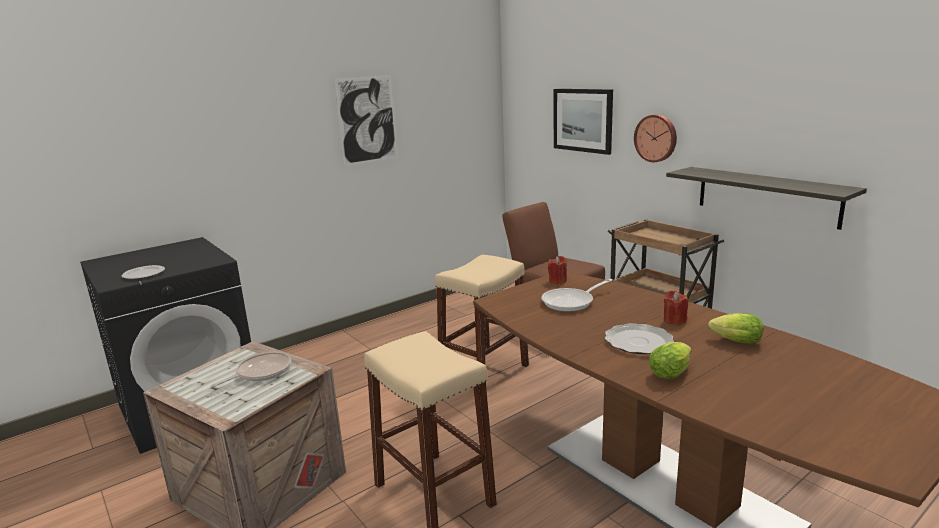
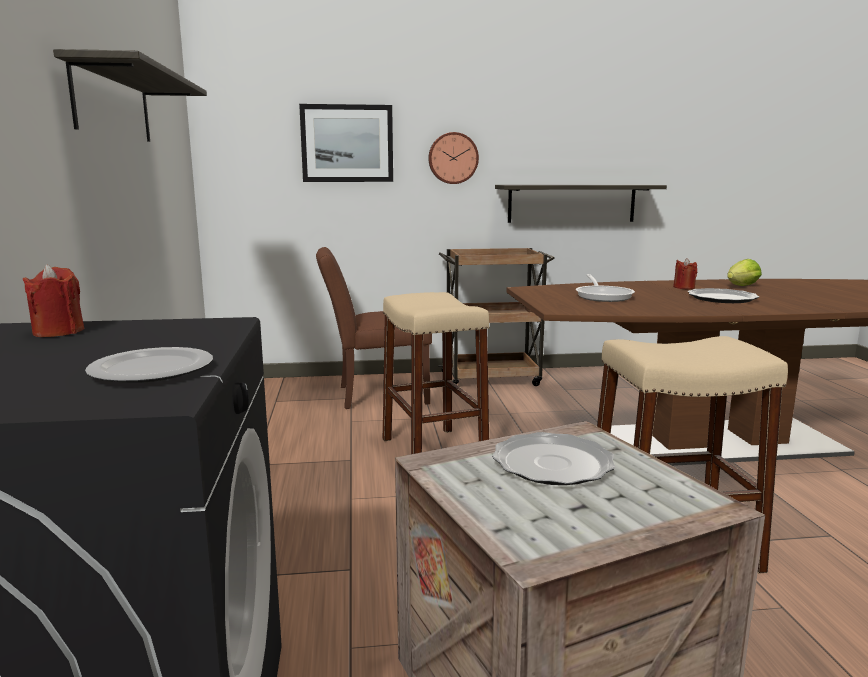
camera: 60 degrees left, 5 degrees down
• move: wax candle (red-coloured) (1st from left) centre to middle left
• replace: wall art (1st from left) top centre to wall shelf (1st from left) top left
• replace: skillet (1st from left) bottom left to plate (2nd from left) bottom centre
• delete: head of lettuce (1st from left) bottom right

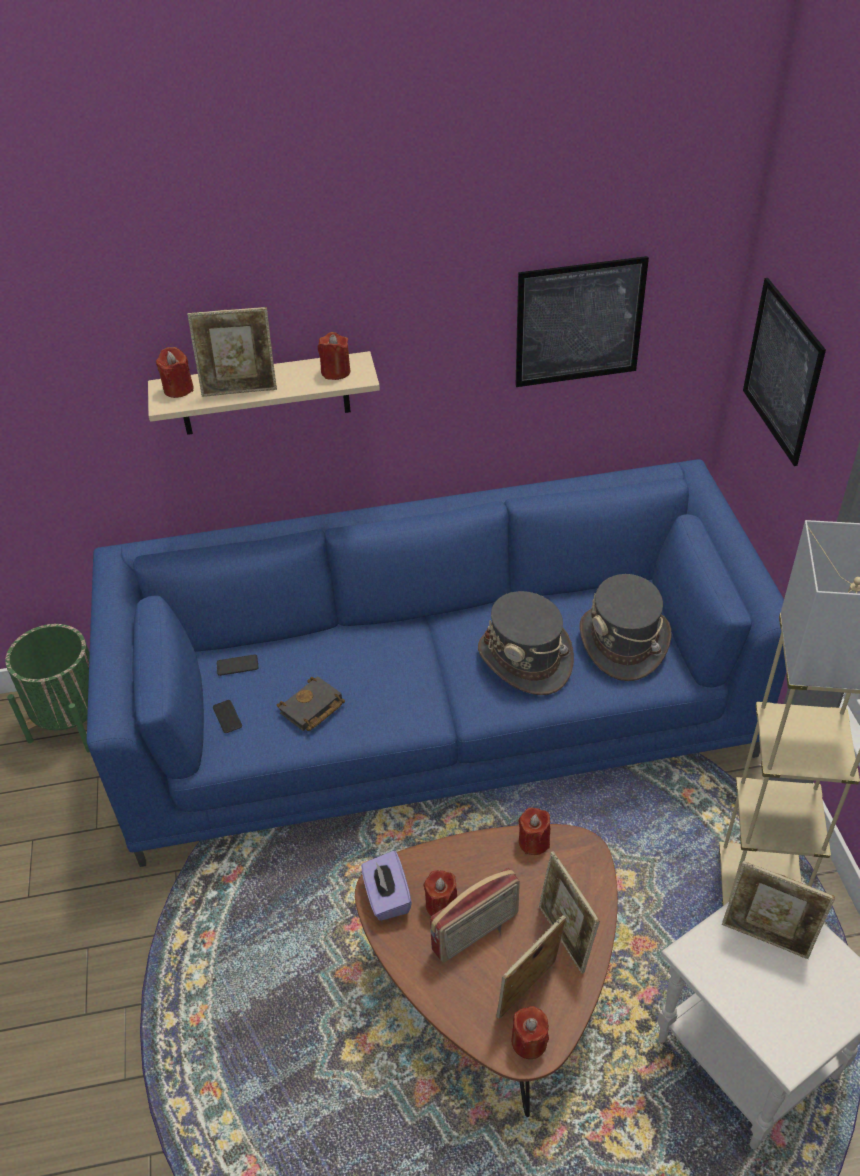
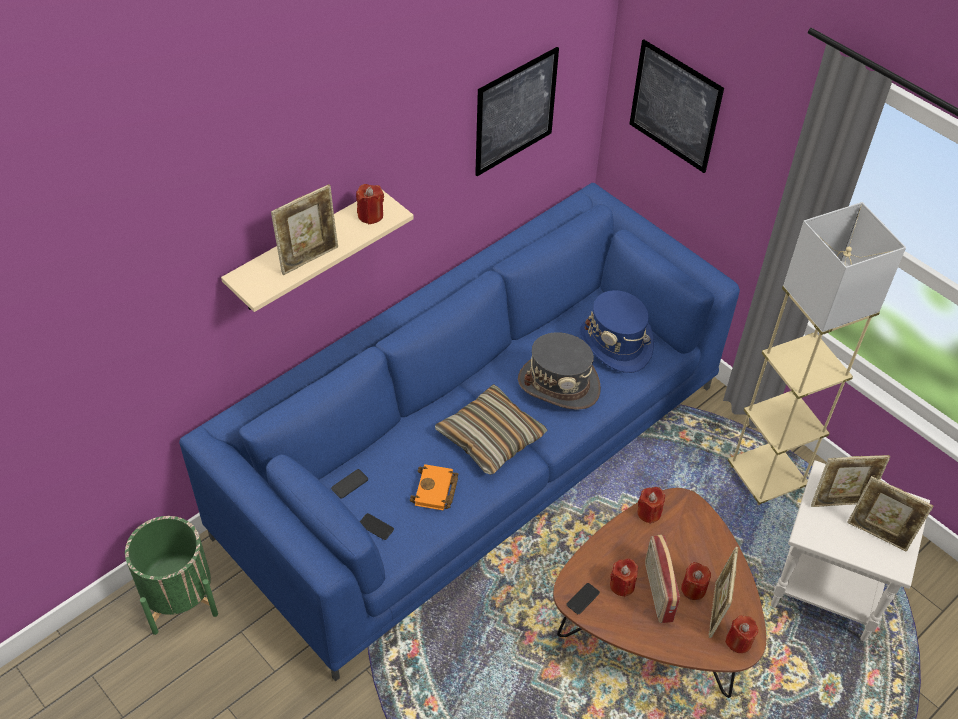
camera: 35 degrees left, 5 degrees up
• recolor: book (black-coloured) centre to book (orange) bottom centre
• insert: cushion centre
• replace: tissue holder (purple-coloured) bottom centre to phone (3rd from left) bottom centre
• recolor: wearable hat (gray) (2nd from left) middle right to wearable hat (blue-coloured) centre
• rotate: radio receiver bottom centre = bottom right 150 degrees clockwise
• move: wax candle (red-coloured) (1st from left in the first image) top left to wax candle (red-coloured) (4th from left) bottom right
• move: photo frame (3rd from left in the first image) bottom centre to photo frame (4th from left) bottom right

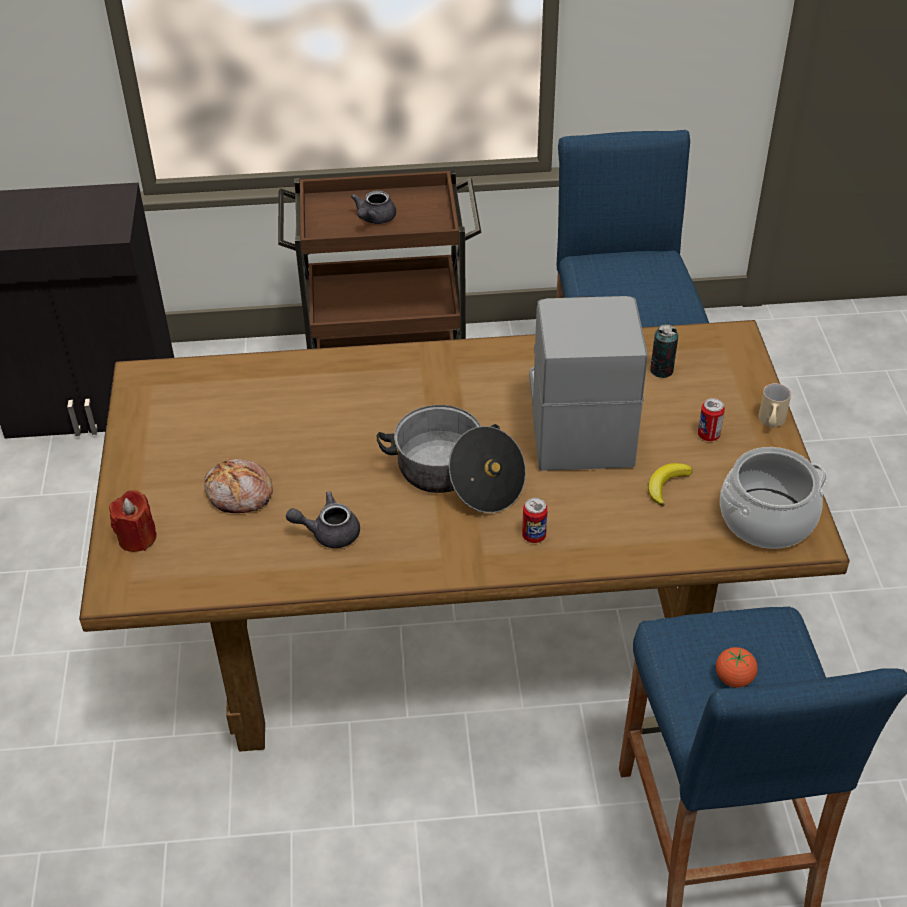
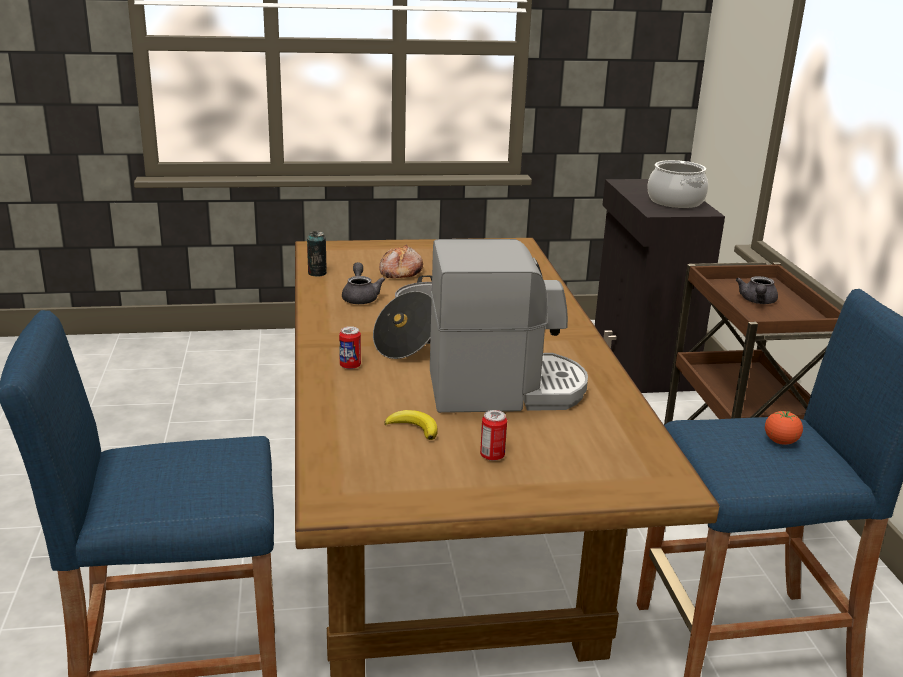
camera: 85 degrees right, 20 degrees down
• move: metal can (2nd from left in the first image) middle right to metal can (1st from left) centre
• move: cooking pot (2nd from left) middle right to top right
• rotate: tea pot (gray) (2nd from left) top centre = middle right 90 degrees counterclockwise
• move: whole tomato bottom right to middle right
• delete: wax candle (red-coloured) middle left
• delete: tea mug (beige) middle right

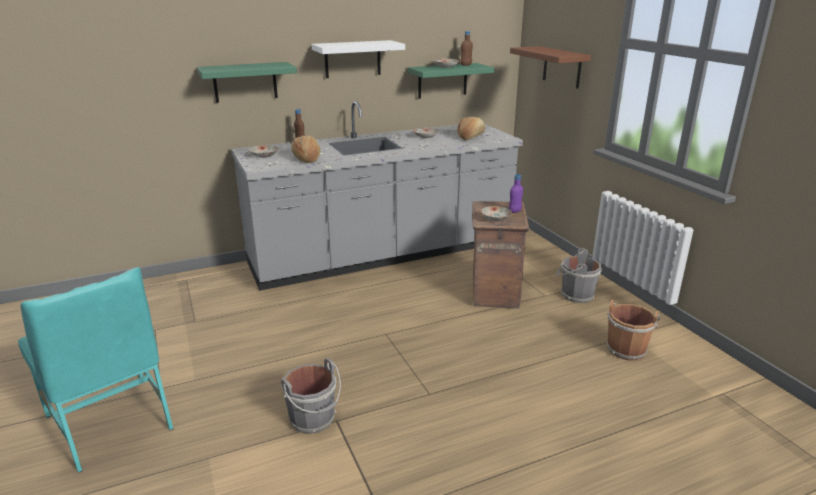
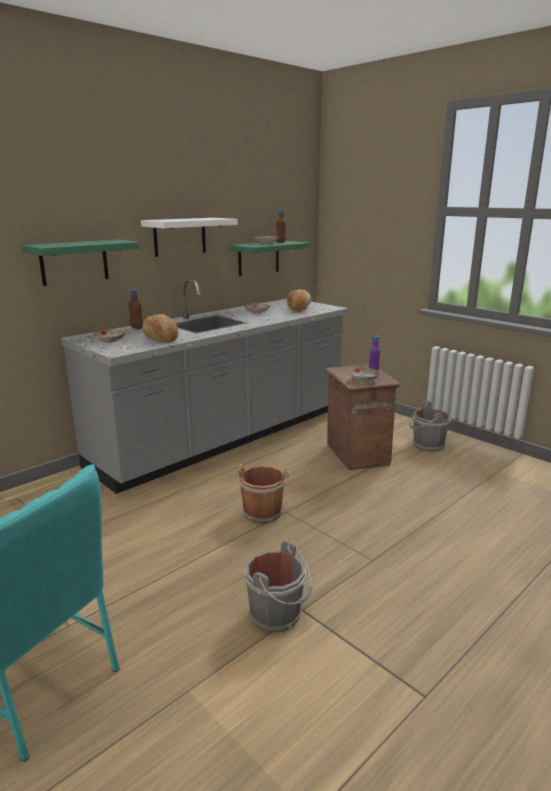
camera: 20 degrees left, 5 degrees down
• move: bucket (brown) bottom right to centre
• delete: wall shelf (brown) top right

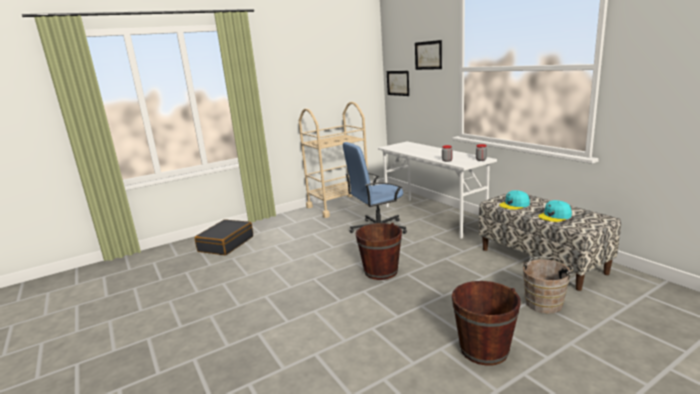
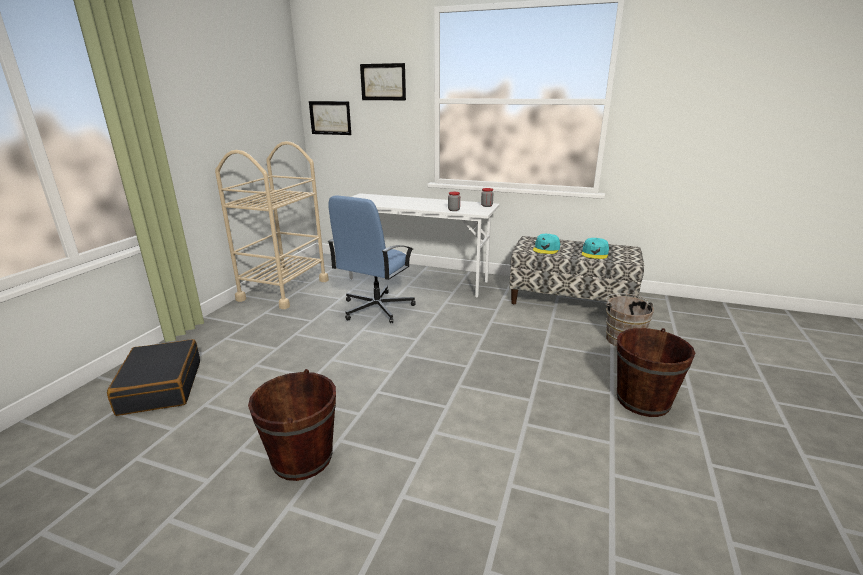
camera: 40 degrees left, 5 degrees up
• move: bucket (brown) (1st from left) centre to bottom centre

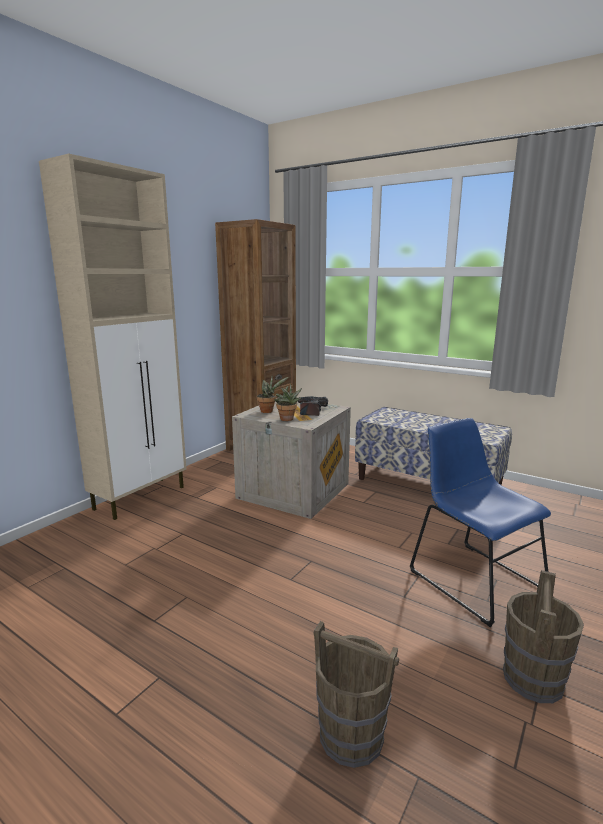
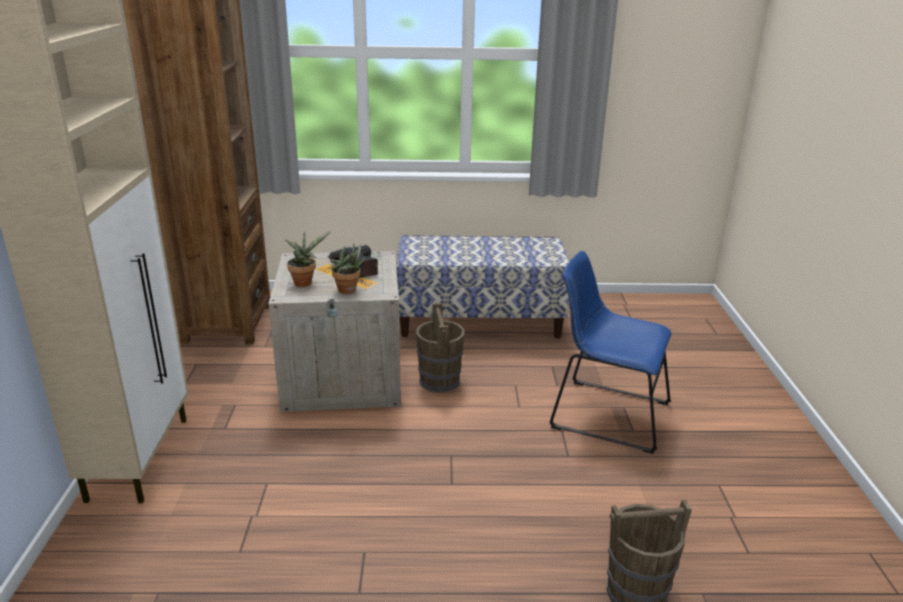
camera: 35 degrees left, 10 degrees up
• move: bucket (brown) (2nd from left in the first image) bottom right to bucket (brown) (1st from left) centre

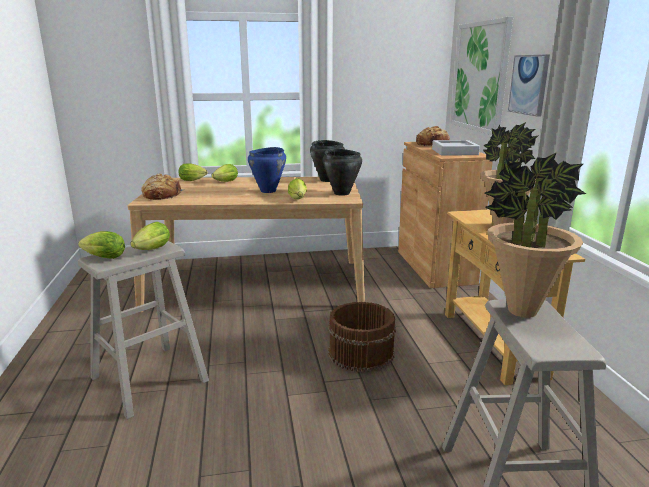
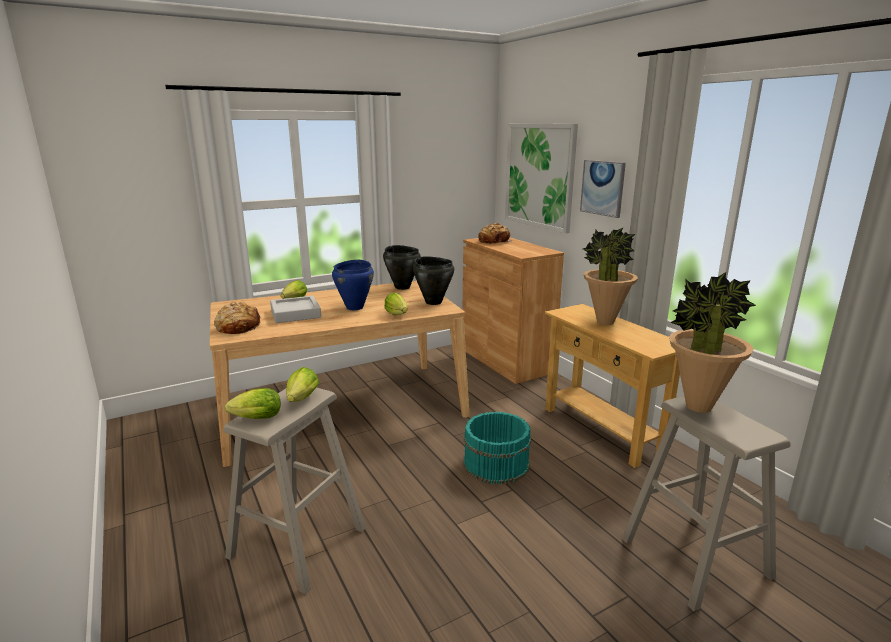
camera: 20 degrees left, 0 degrees up
• move: tray (gray) top right to middle left
• recolor: bucket (brown) bottom centre to bucket (turquoise-coloured) bottom centre
• delete: head of lettuce (3rd from left) middle left

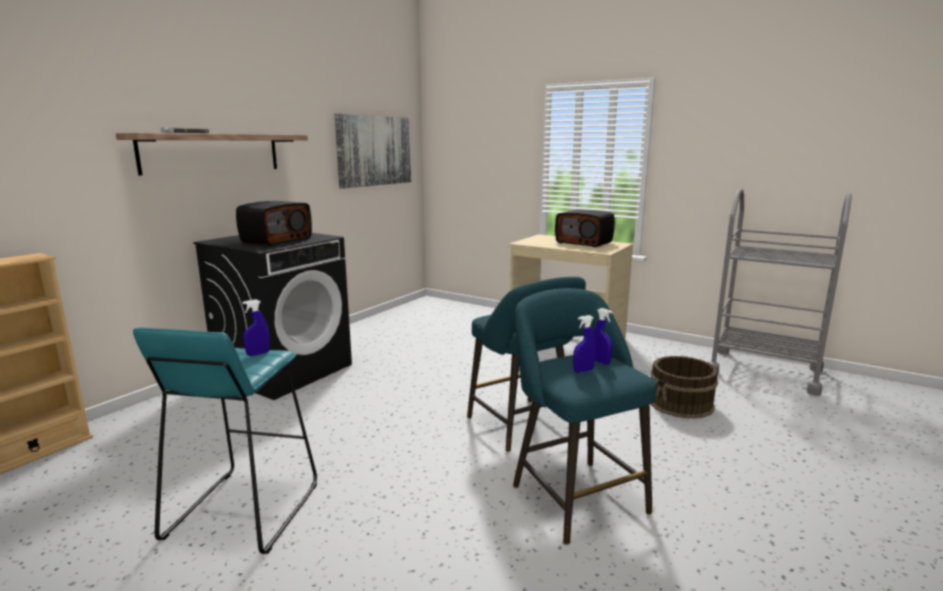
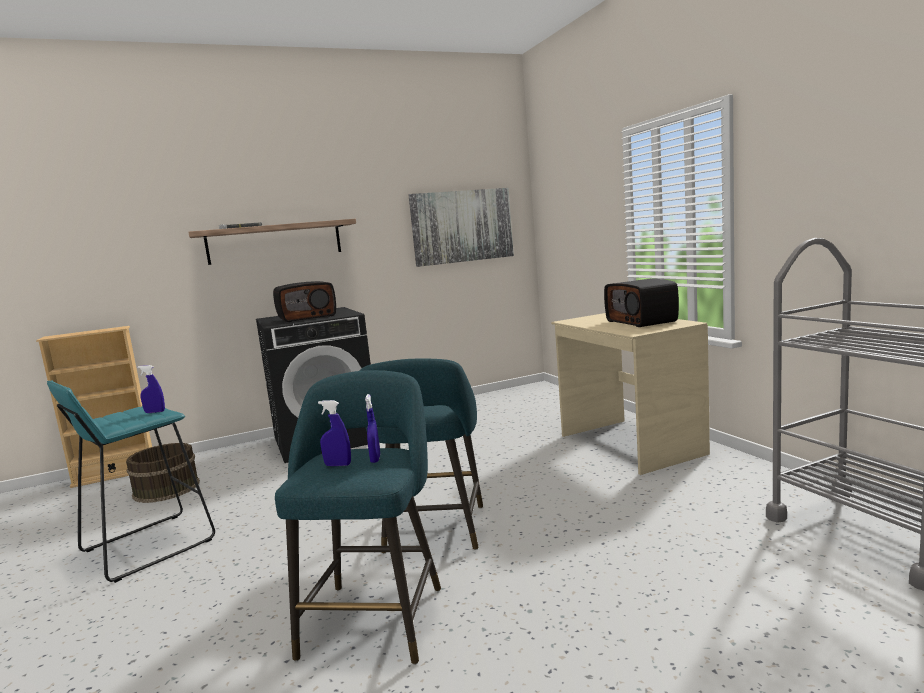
camera: 35 degrees right, 5 degrees down
• move: bucket (brown) middle right to bottom left

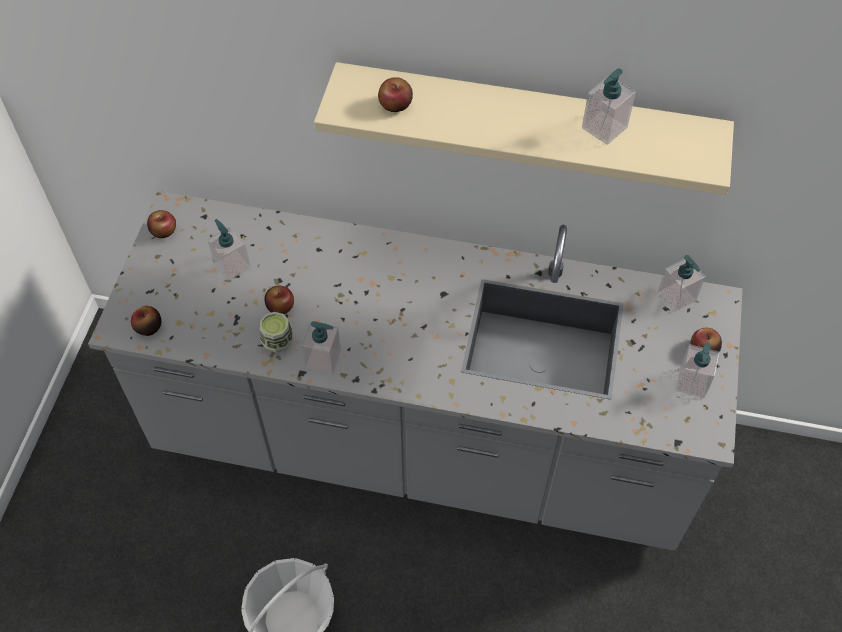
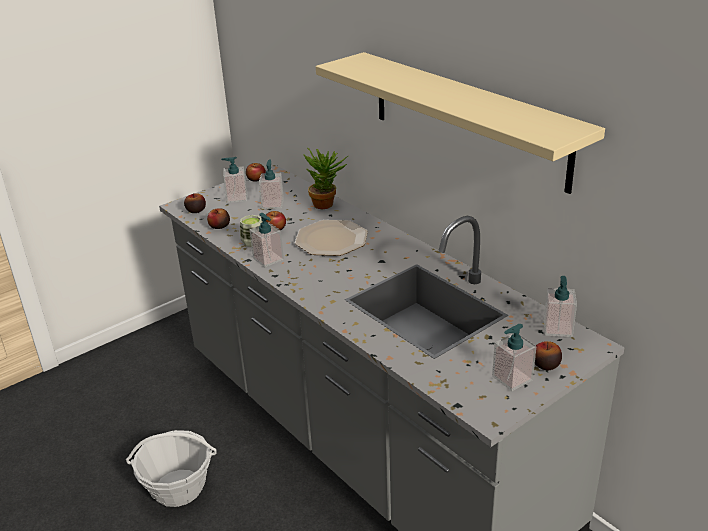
camera: 40 degrees right, 25 degrees down
• move: apple (4th from left in the first image) top centre to apple (2nd from left) middle left
• move: liquid soap bottle (3rd from left in the first image) top right to liquid soap bottle (1st from left) middle left
• insert: plate centre
• insert: houseplant centre

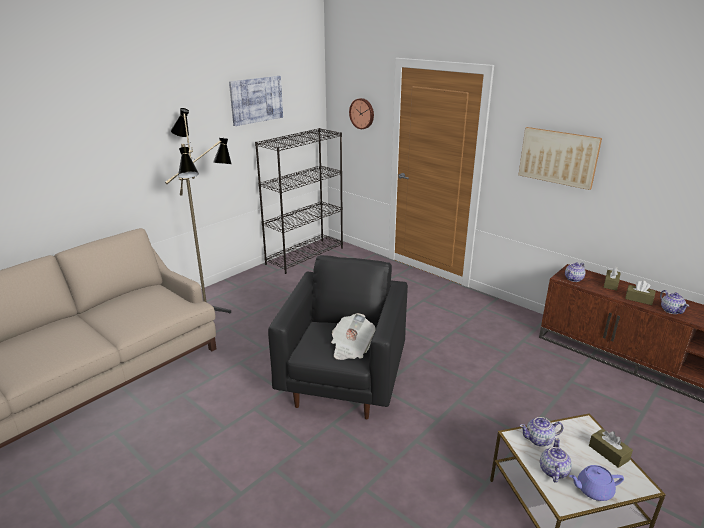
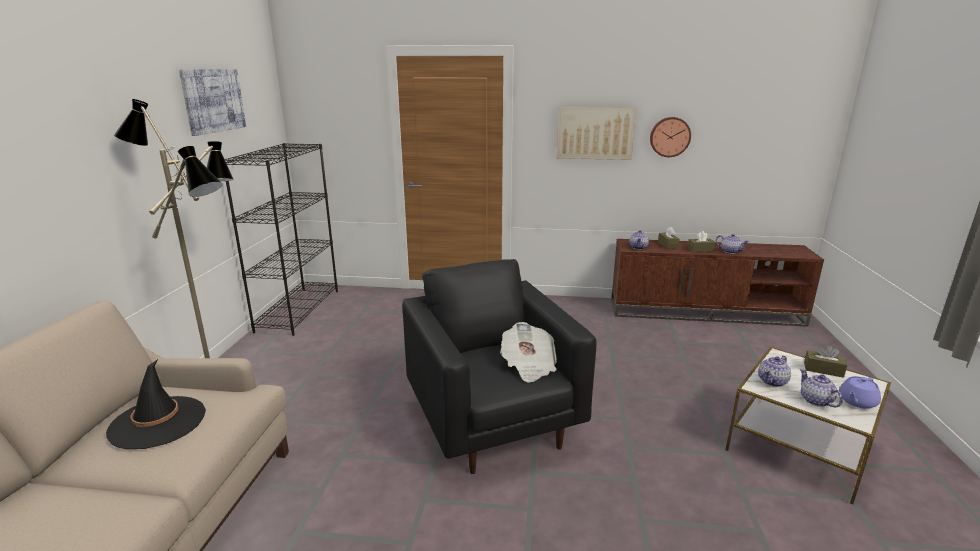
camera: 35 degrees left, 5 degrees down
• insert: wearable hat (black-coloured) bottom left
• move: hanging clock top centre to top right

